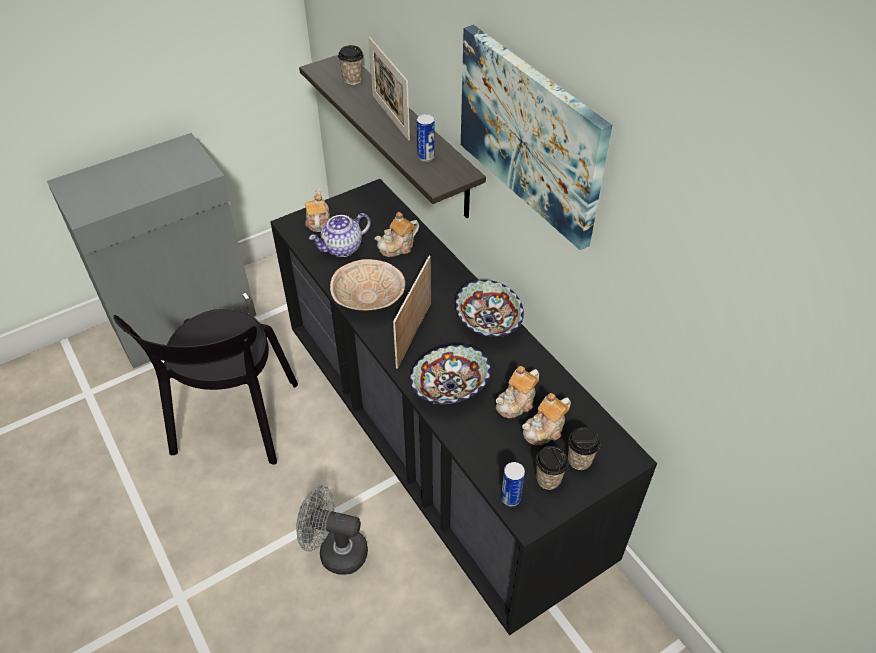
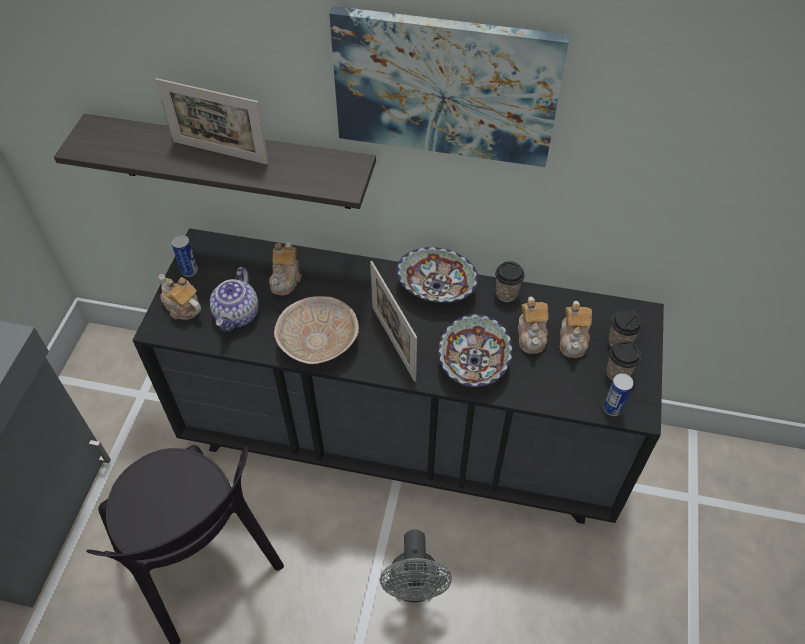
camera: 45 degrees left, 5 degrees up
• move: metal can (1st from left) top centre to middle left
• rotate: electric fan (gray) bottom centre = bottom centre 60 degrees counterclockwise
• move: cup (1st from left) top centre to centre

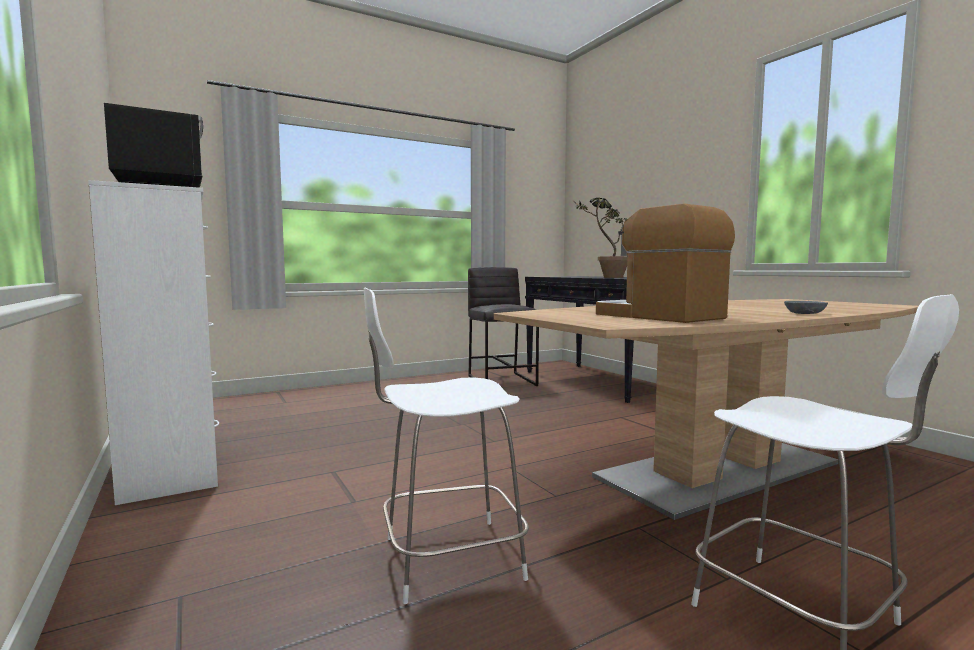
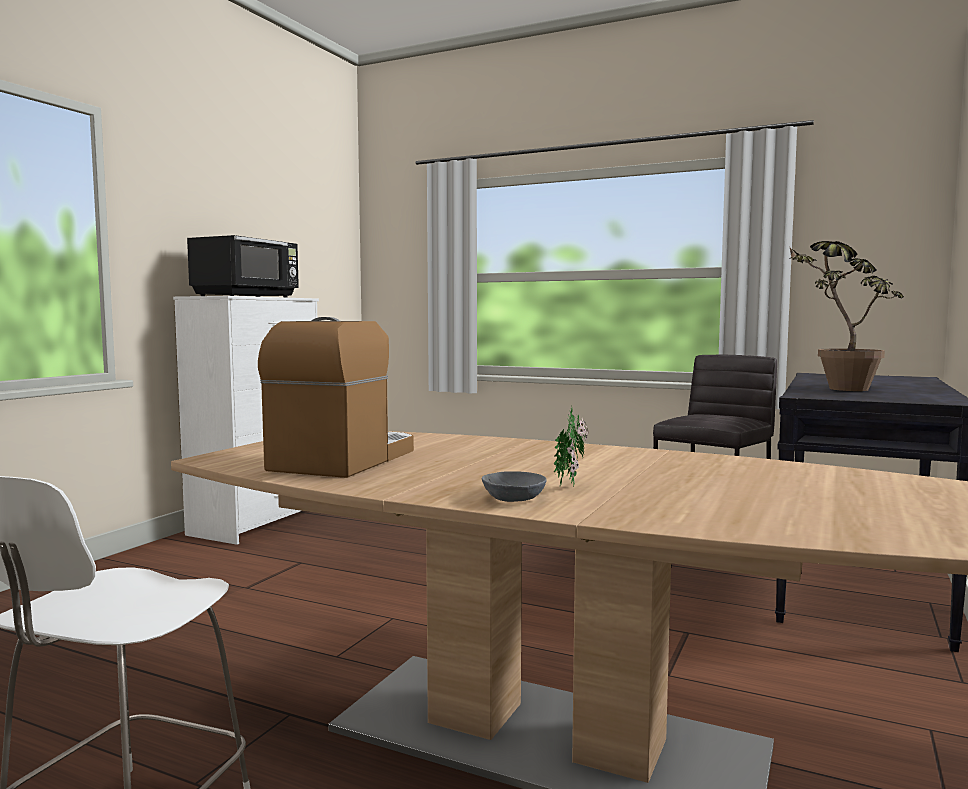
camera: 55 degrees right, 0 degrees up
• insert: houseplant (1st from left) centre
• delete: upright chair (white) (1st from left) bottom centre

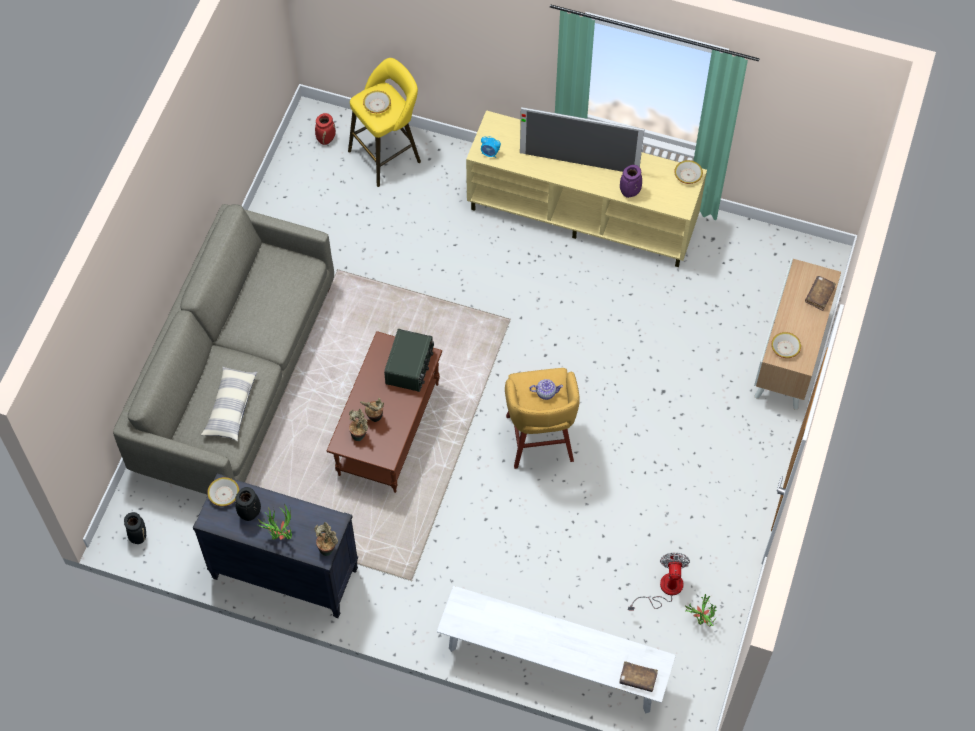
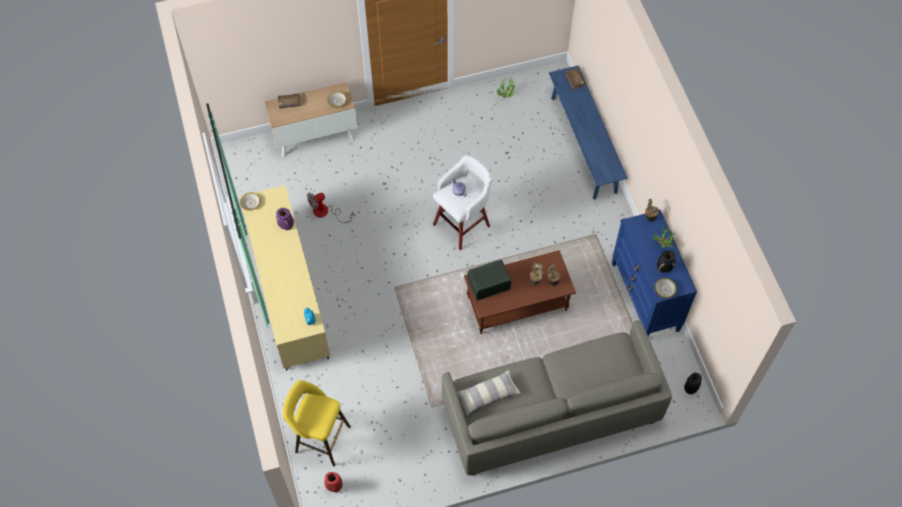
camera: 125 degrees left, 0 degrees up
• move: electric fan bottom right to centre
• recolor: stool seat (yellow-coloured) (2nd from left) centre to stool seat (white) centre
• move: cushion middle left to bottom centre
• recolor: long seat (white) bottom centre to long seat (blue-coloured) top centre
• recolor: dresser (black-coloured) bottom left to dresser (blue-coloured) middle right
• delete: deep dish (2nd from left) top centre
• delete: television top centre

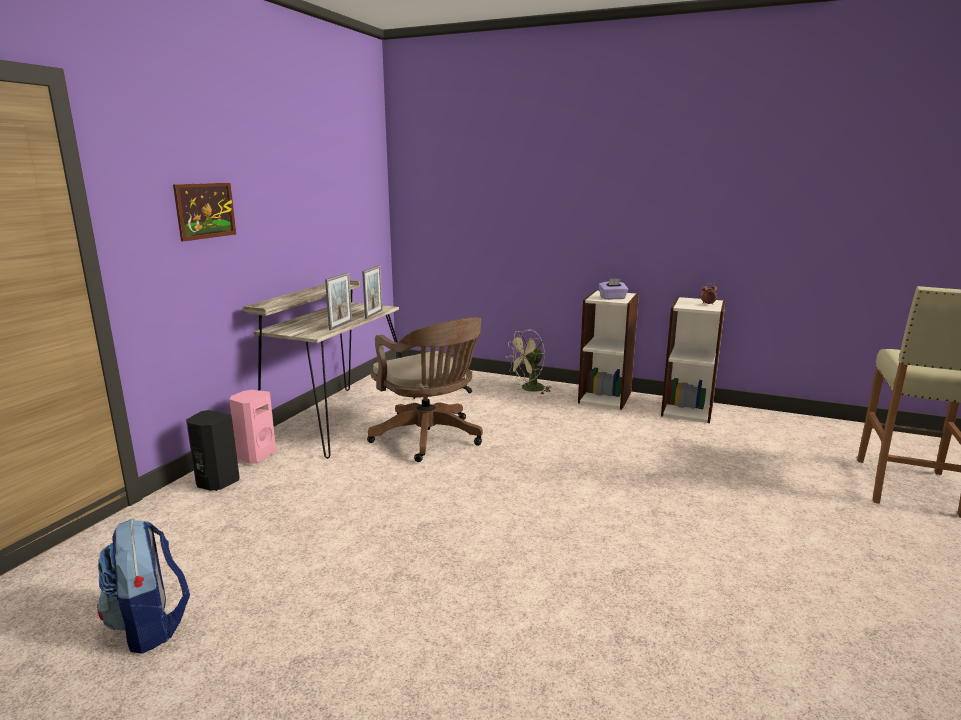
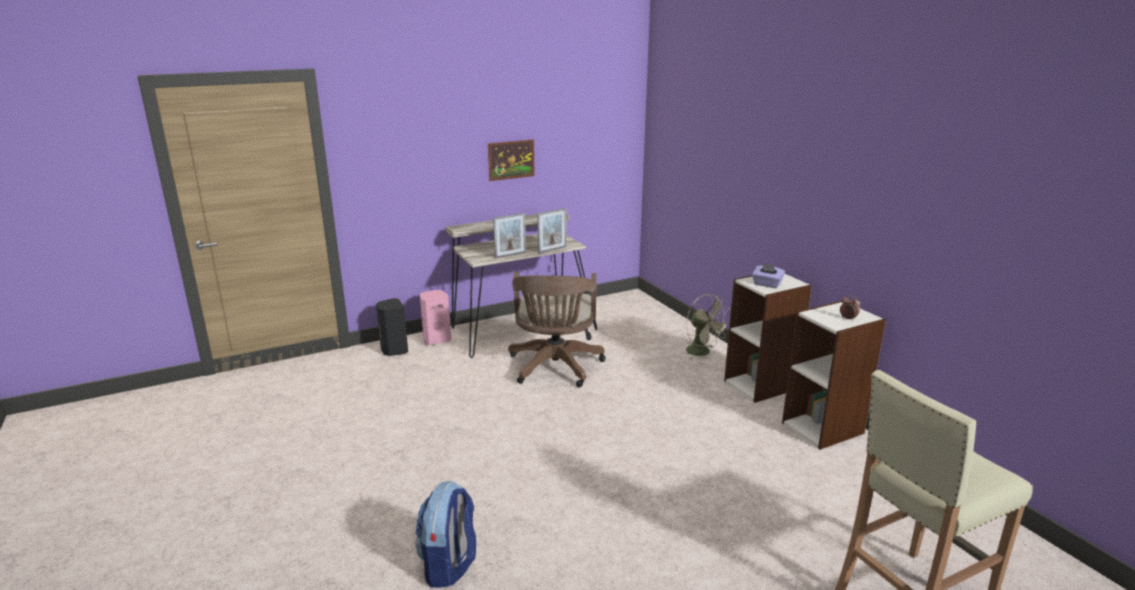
camera: 40 degrees right, 5 degrees up
• move: backpack bottom left to bottom centre
• move: wall art top left to top centre
• rotate: electric fan (beige) centre = centre 135 degrees counterclockwise

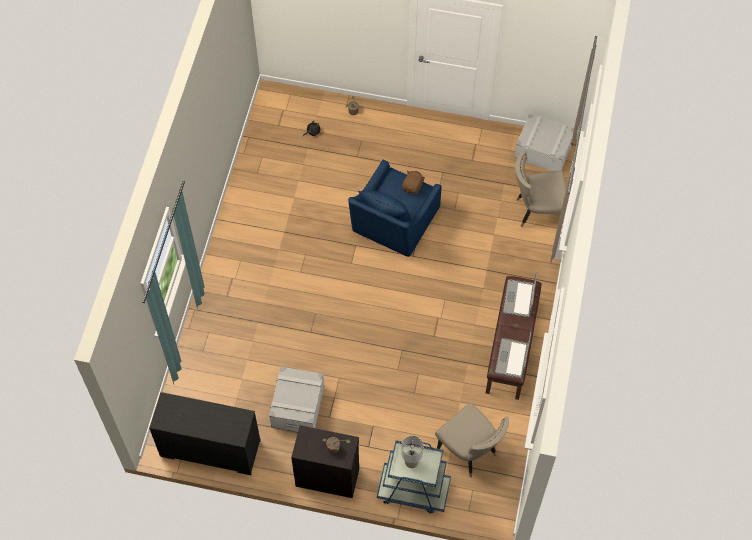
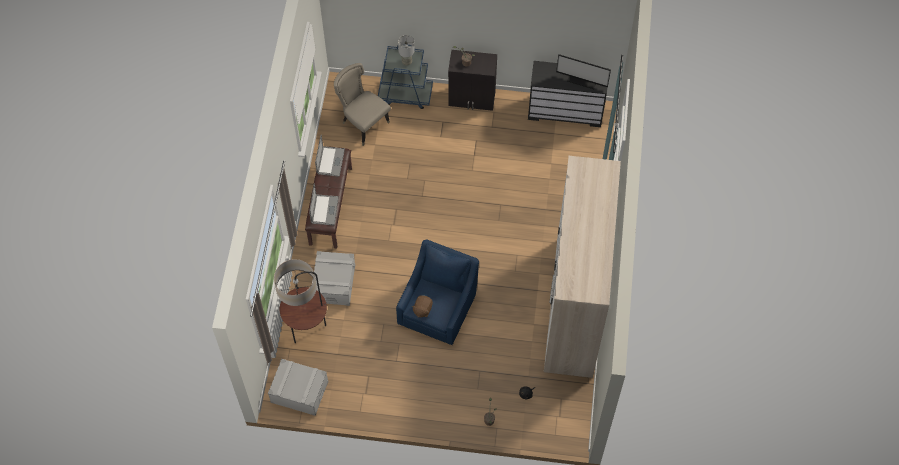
camera: 175 degrees right, 0 degrees up
• replace: upright chair (beige) (2nd from left) middle right to floor lamp centre
• move: storage box (gray) (1st from left in the first image) bottom centre to storage box (gray) (2nd from left) centre
• insert: clothes cupboard centre
• insert: computer screen top centre

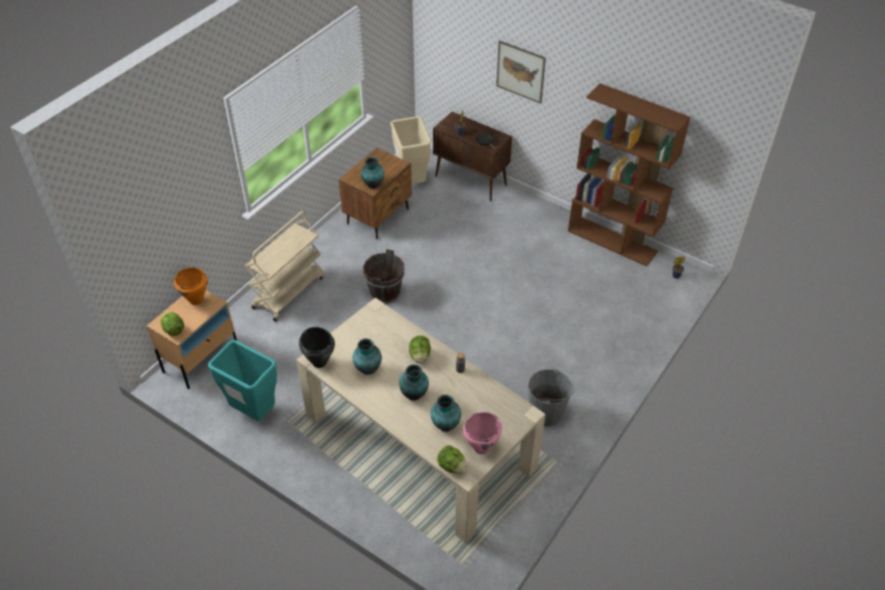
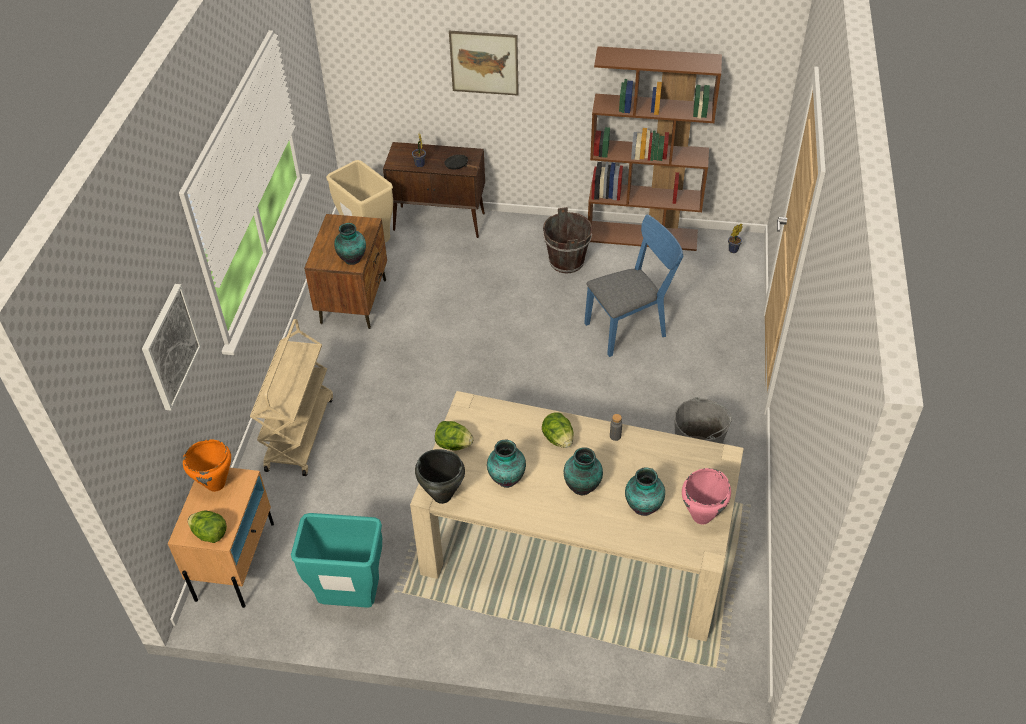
camera: 25 degrees left, 0 degrees up
• insert: wall art (1st from left) middle left
• move: head of lettuce (3rd from left in the first image) bottom centre to head of lettuce (2nd from left) centre
• move: bucket (brown) centre to top centre
• insert: upright chair (blue-coloured) centre

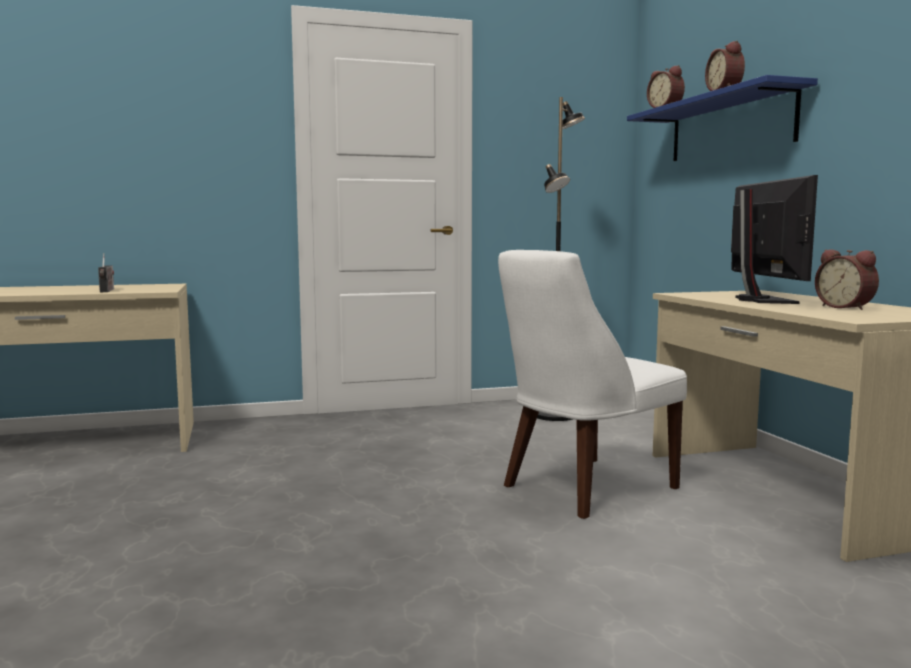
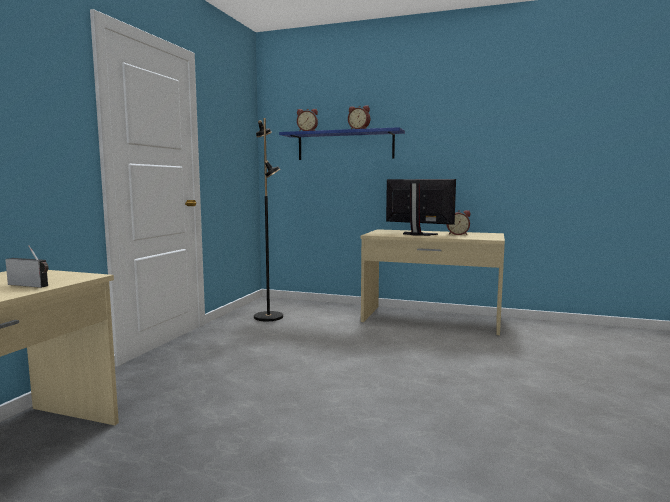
camera: 55 degrees left, 0 degrees up
• delete: upright chair (white) centre

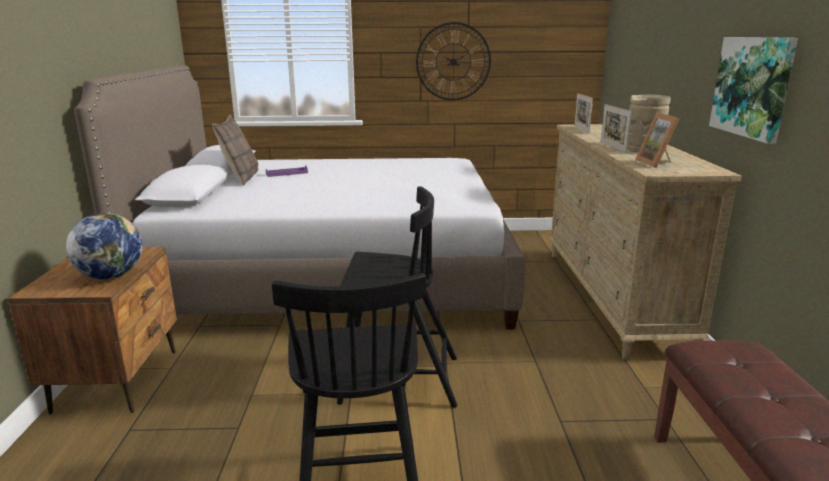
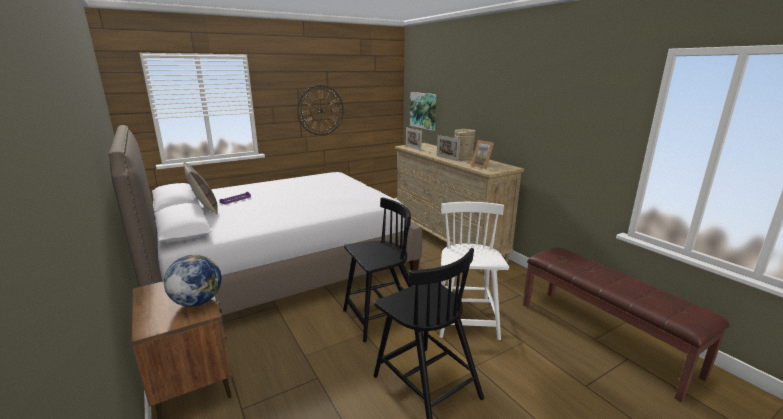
camera: 30 degrees left, 0 degrees up
• move: wall art top right to top centre
• insert: upright chair (white) centre

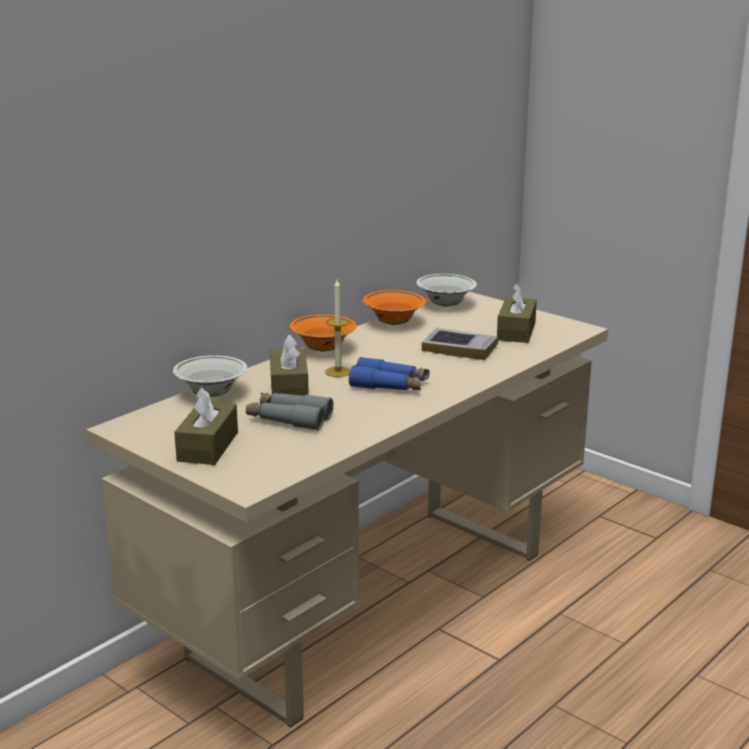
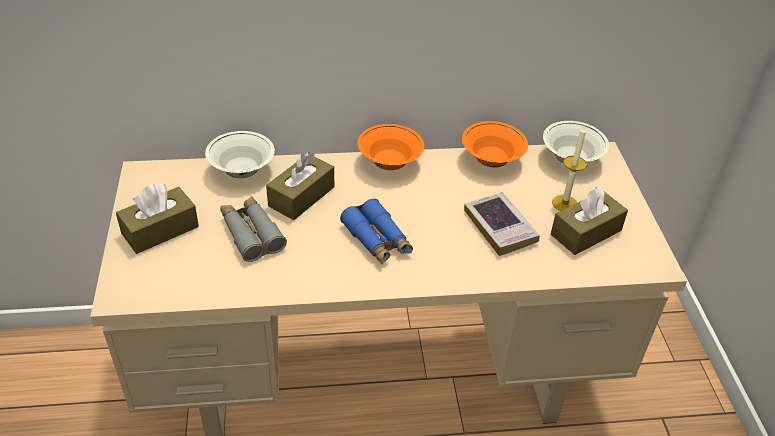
camera: 40 degrees right, 20 degrees up
• move: wax candle centre to middle right

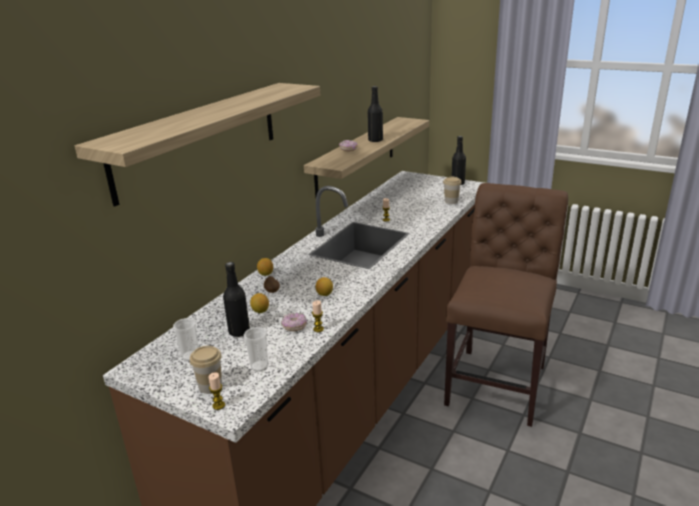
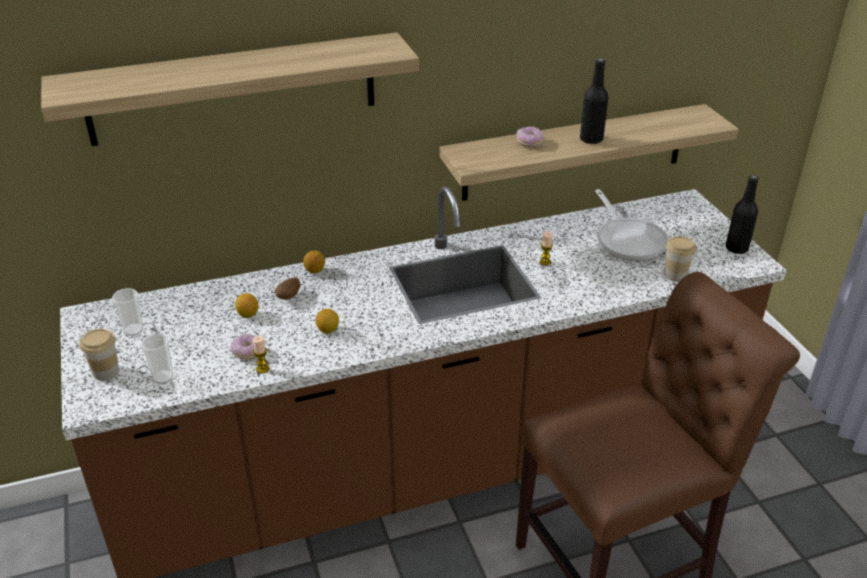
camera: 40 degrees right, 10 degrees up
• insert: skillet middle right
• delete: wax candle (1st from left) bottom left
• delete: bottle (black-coloured) (1st from left) centre

